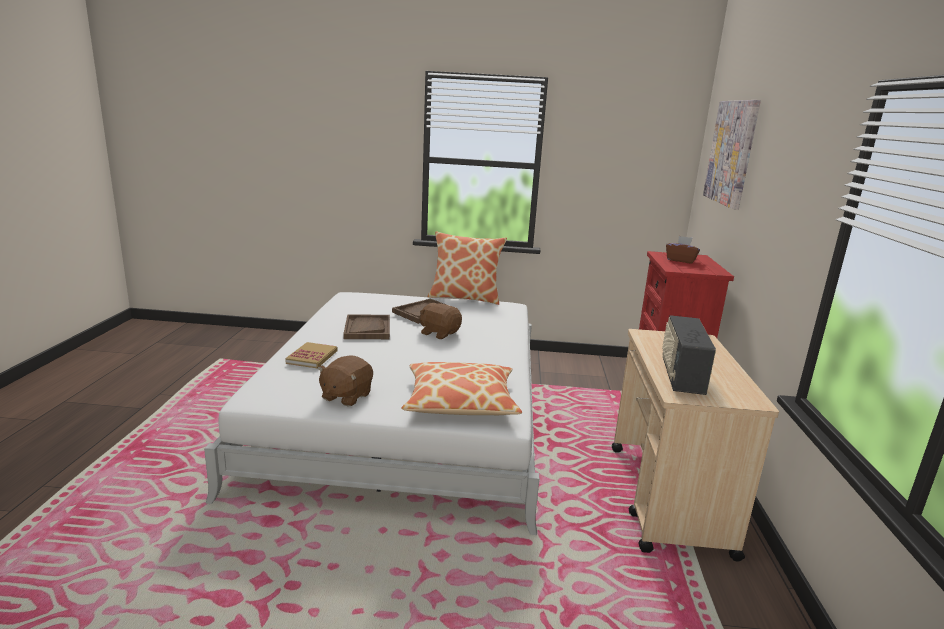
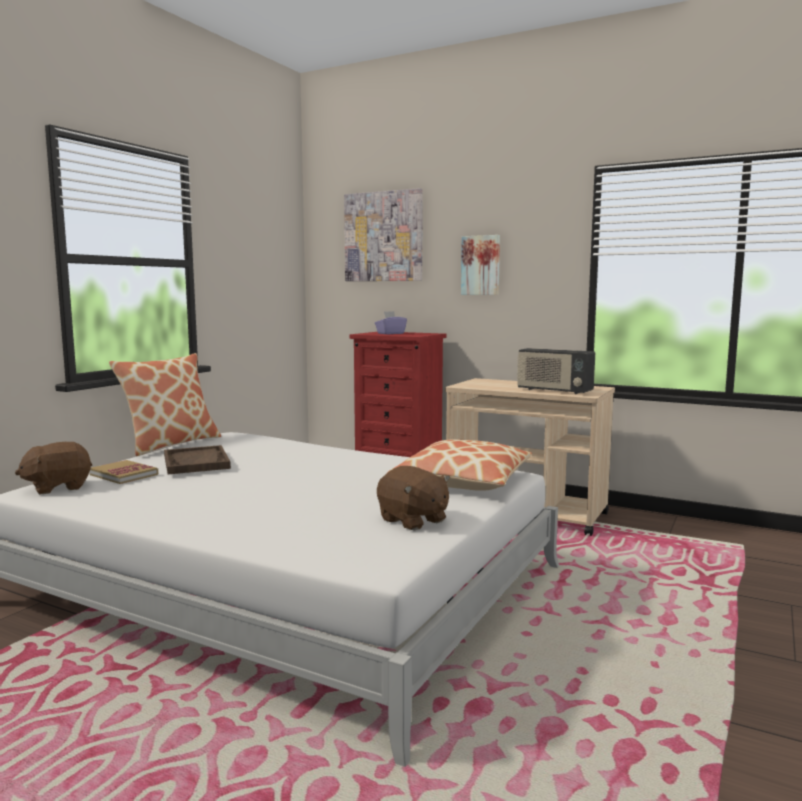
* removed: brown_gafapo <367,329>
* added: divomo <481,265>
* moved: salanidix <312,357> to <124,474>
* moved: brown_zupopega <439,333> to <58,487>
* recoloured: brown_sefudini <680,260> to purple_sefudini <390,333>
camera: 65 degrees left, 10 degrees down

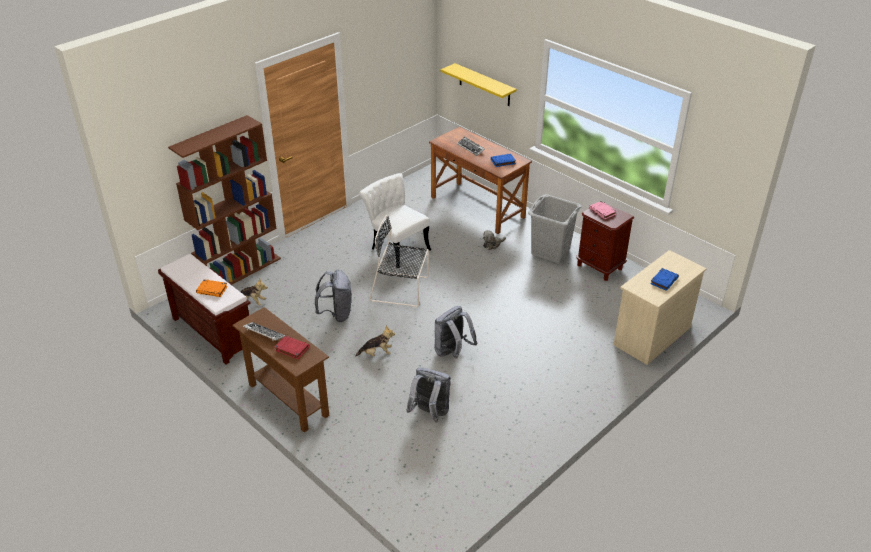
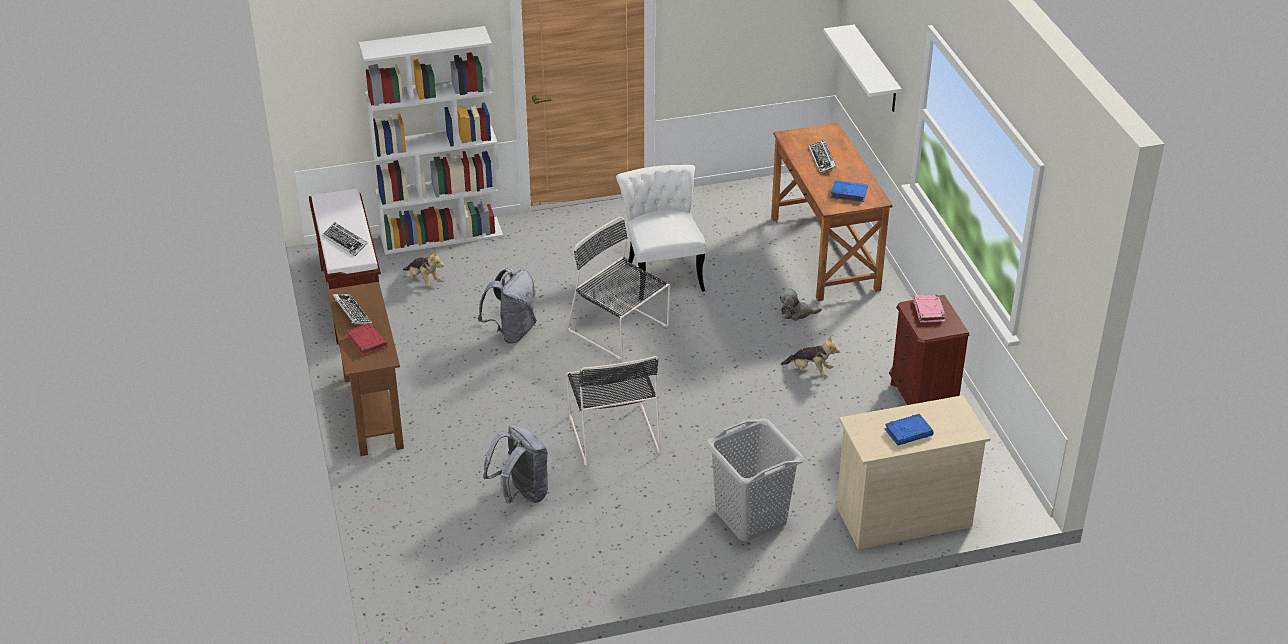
* moved: zupopega <376,353> to <810,370>
* moved: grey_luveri <550,251> to <751,517>
* replaced: orange_salanidix <212,290> to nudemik <345,242>
* replaced: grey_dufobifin <452,352> to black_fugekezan <613,433>
* recoloured: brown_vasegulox <240,271> to white_vasegulox <442,235>
* recoloured: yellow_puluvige <484,85> to white_puluvige <876,70>
camera: 30 degrees right, 0 degrees up

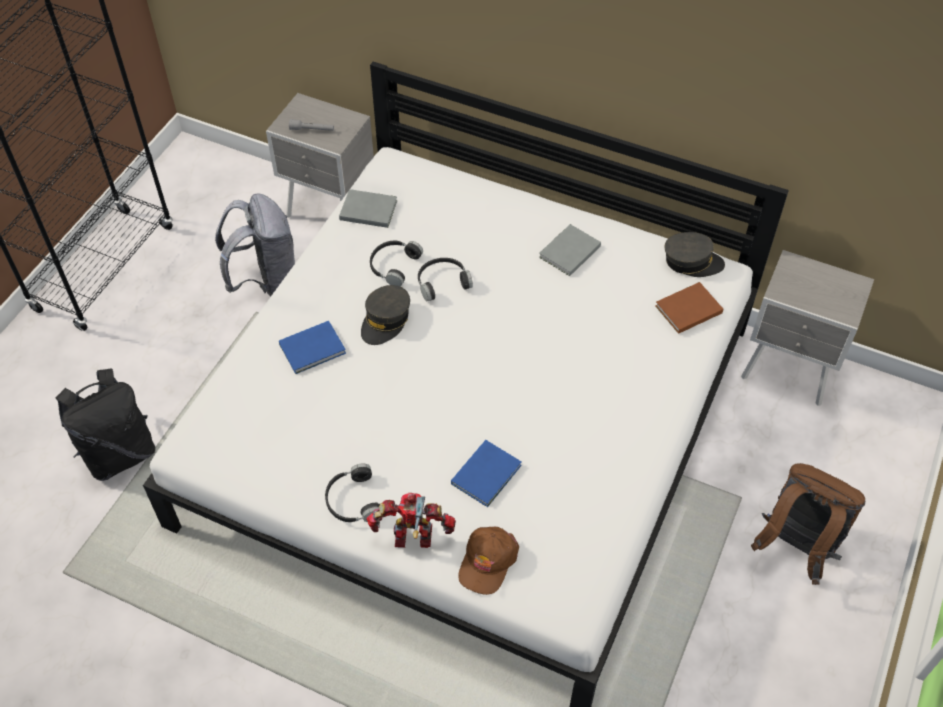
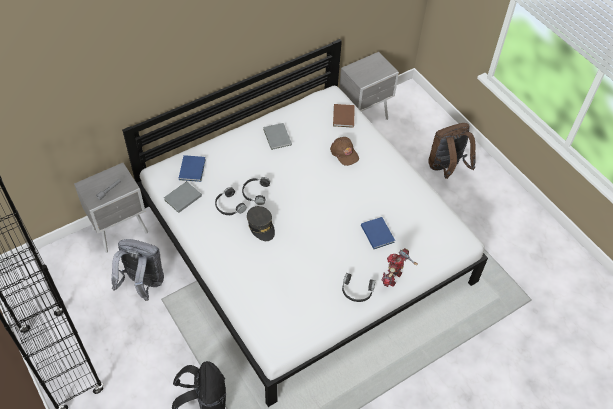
* removed: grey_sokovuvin <692,262>
* moved: blue_salanidix <314,349> to <193,168>
* moved: brown_sokovuvin <487,562> to <344,153>
camera: 60 degrees left, 0 degrees up

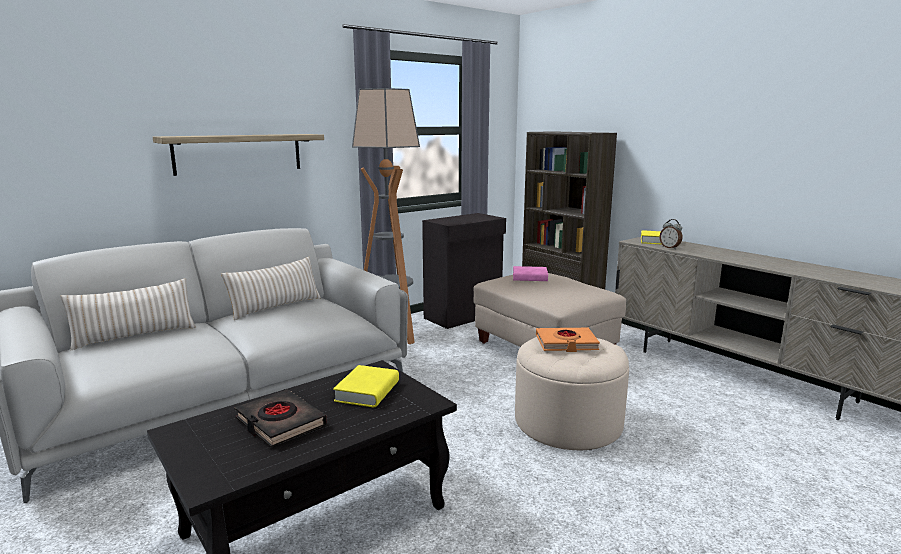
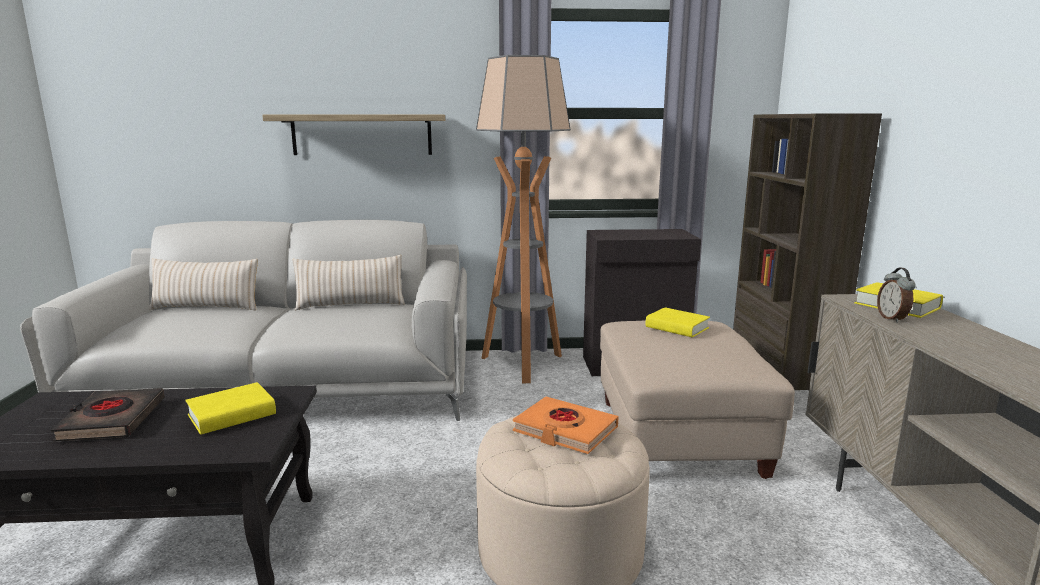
* recoloured: pink_salanidix <530,277> to yellow_salanidix <677,327>
camera: 35 degrees right, 0 degrees up

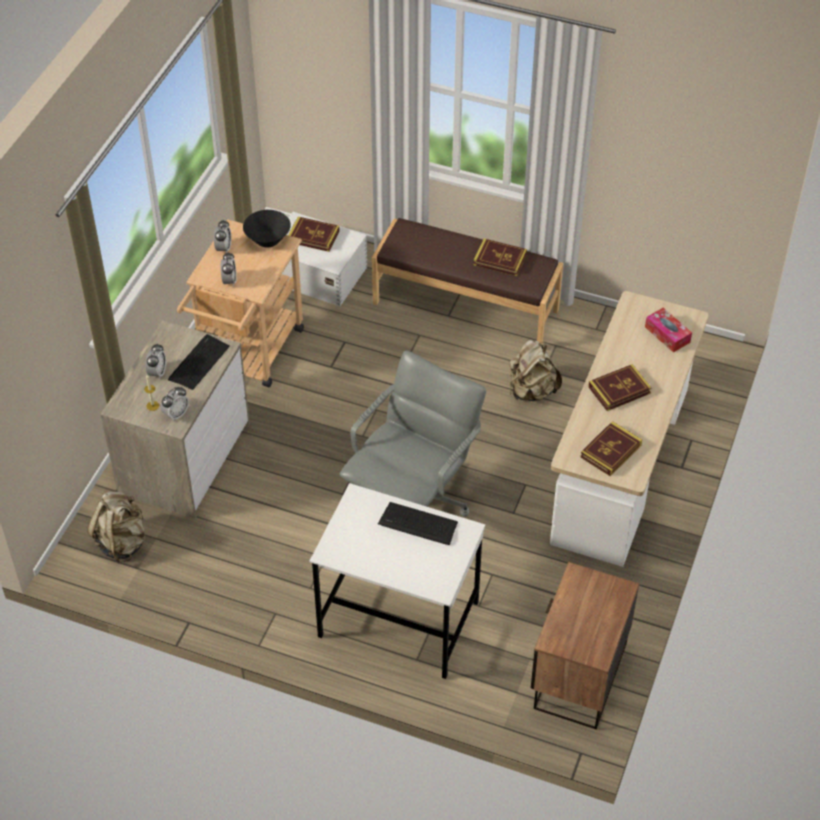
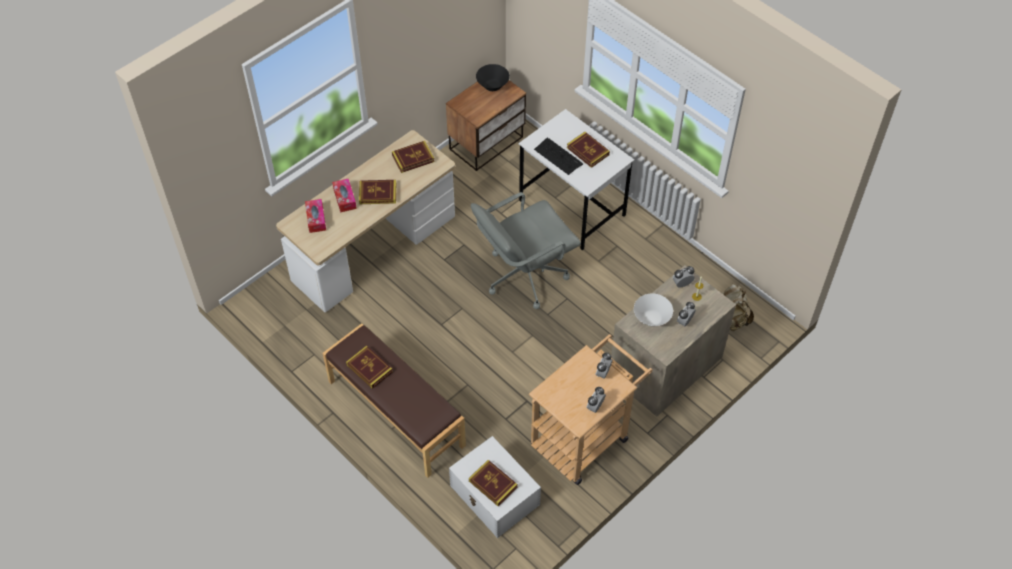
* removed: beige_dufobifin <531,391>
* added: sefudini <345,198>
* added: salanidix <588,151>
* moved: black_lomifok <268,240> to <492,86>
* replaced: nudemik <199,362> to white_lomifok <651,318>
camera: 155 degrees left, 5 degrees up

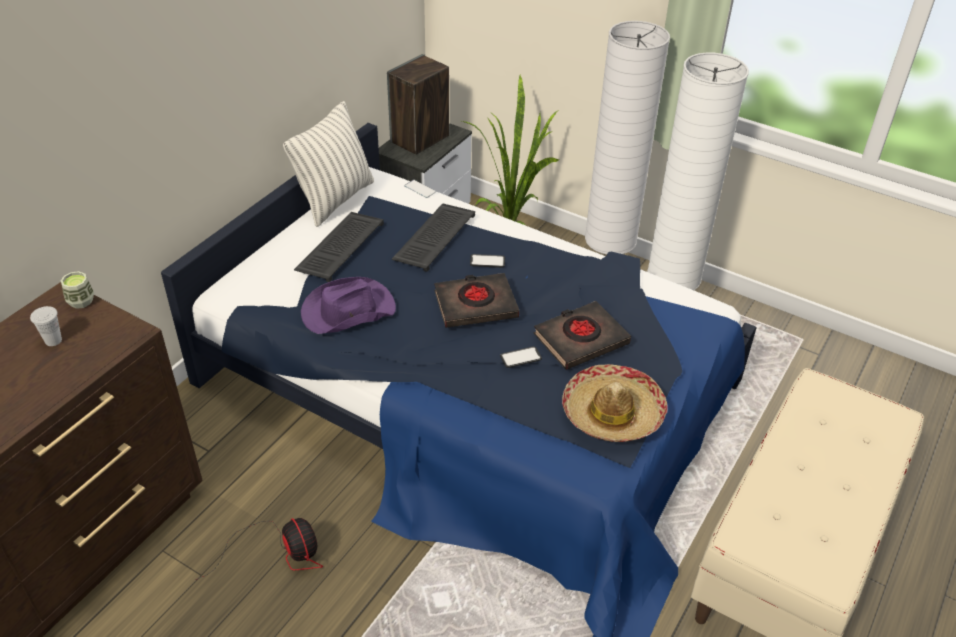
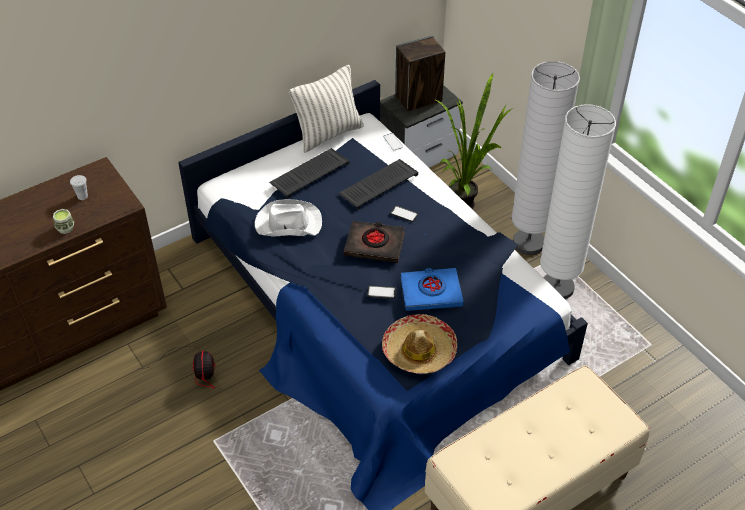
* moved: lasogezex <81,301> to <65,228>
* recoloured: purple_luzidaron <347,311> to white_luzidaron <287,223>
* recoloured: black_salanidix <580,339> to blue_salanidix <431,292>
camera: 25 degrees right, 5 degrees up

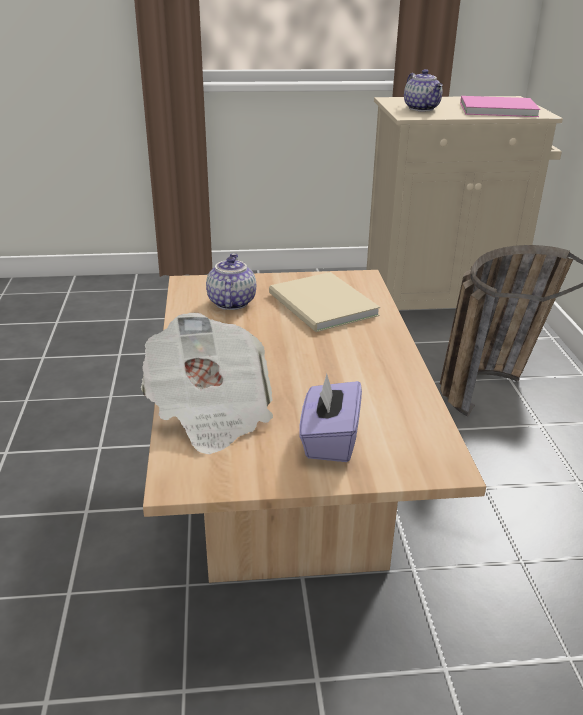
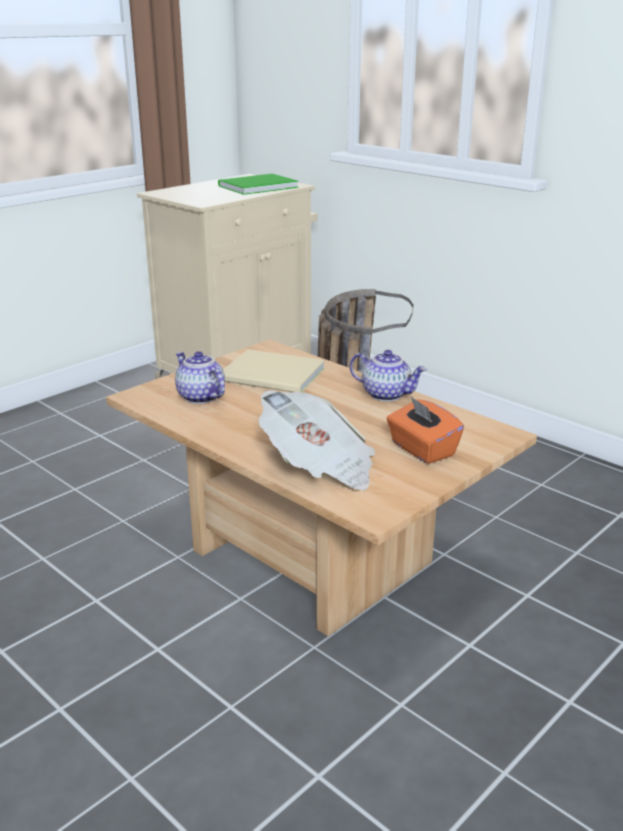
* moved: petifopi <422,108> to <387,394>
* recoloured: purple_sefudini <329,440> to orange_sefudini <422,449>
* recoloured: pink_salanidix <495,109> to green_salanidix <255,186>
camera: 40 degrees left, 5 degrees down

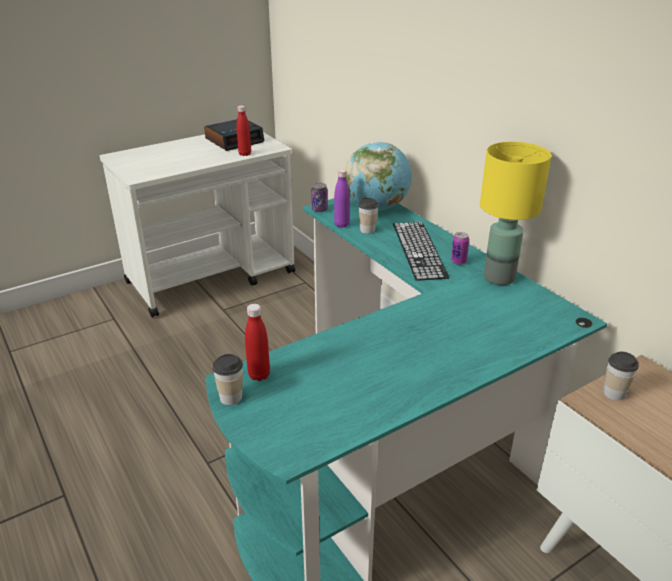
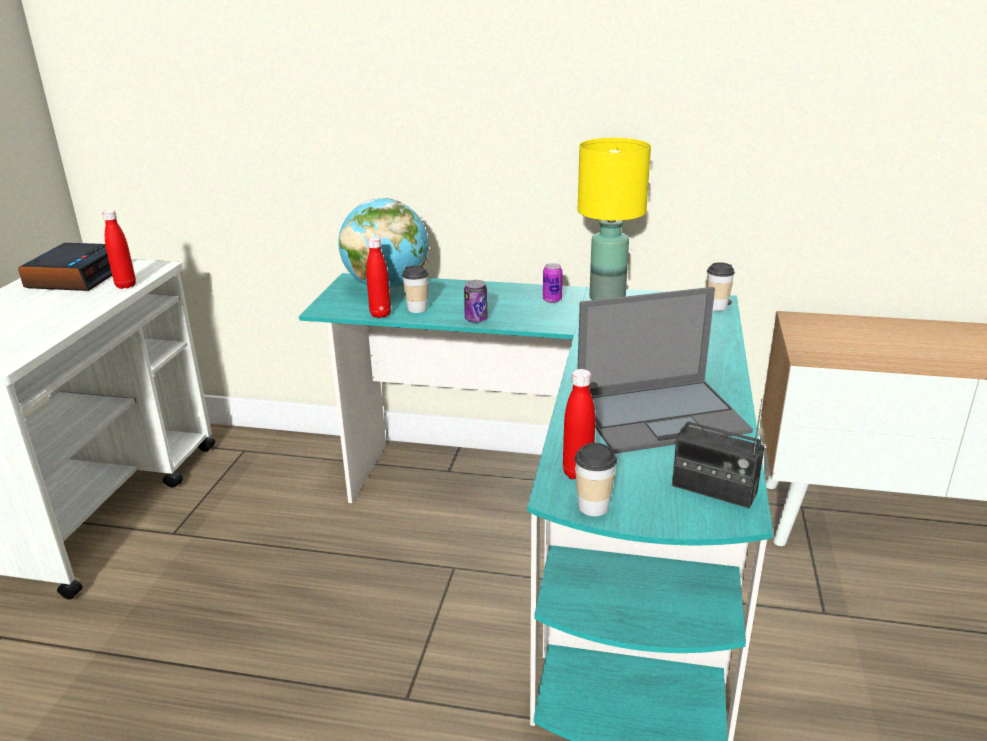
* removed: nudemik <419,249>
* added: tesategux <662,415>
* added: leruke <713,489>
* moved: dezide <319,210> to <476,319>
* moved: lasogezex <614,393> to <716,306>
* recoloured: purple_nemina <341,225> to red_nemina <380,314>
camera: 45 degrees left, 5 degrees down

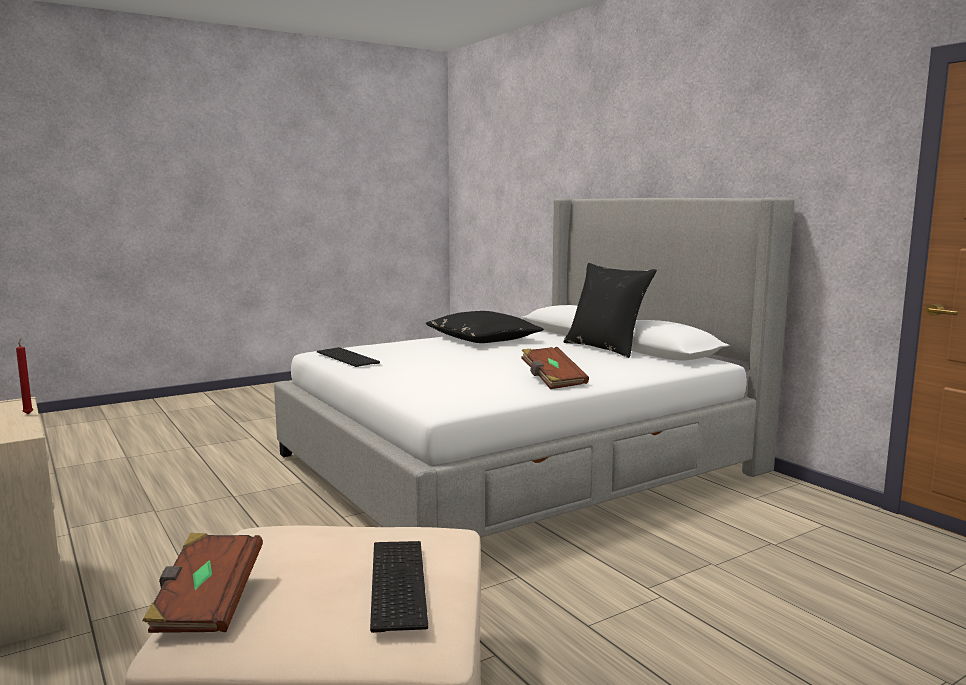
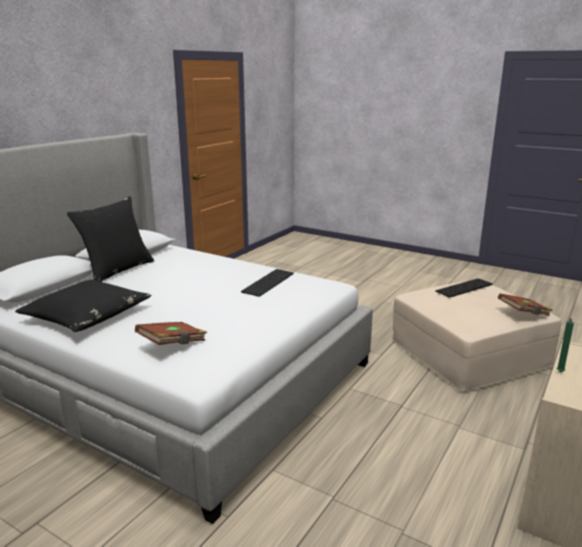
* moved: nudemik <349,357> to <267,282>
* moved: brown_salanidix <552,381> to <173,344>
* recoloured: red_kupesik <28,414> to green_kupesik <559,372>
camera: 115 degrees left, 10 degrees up

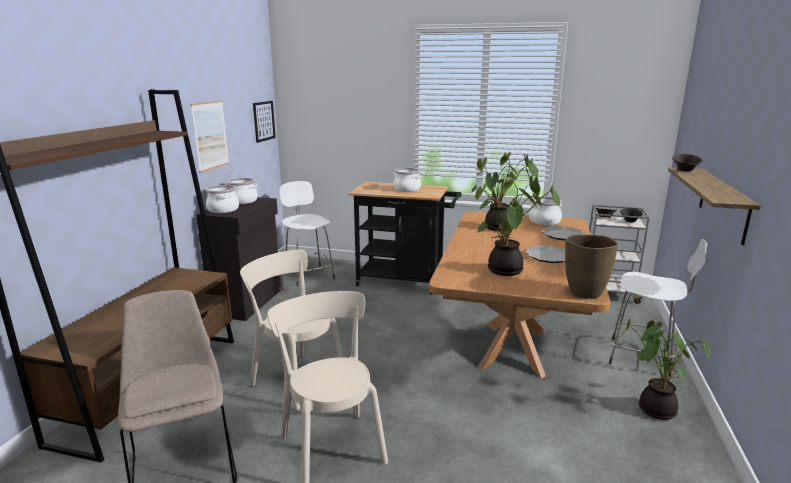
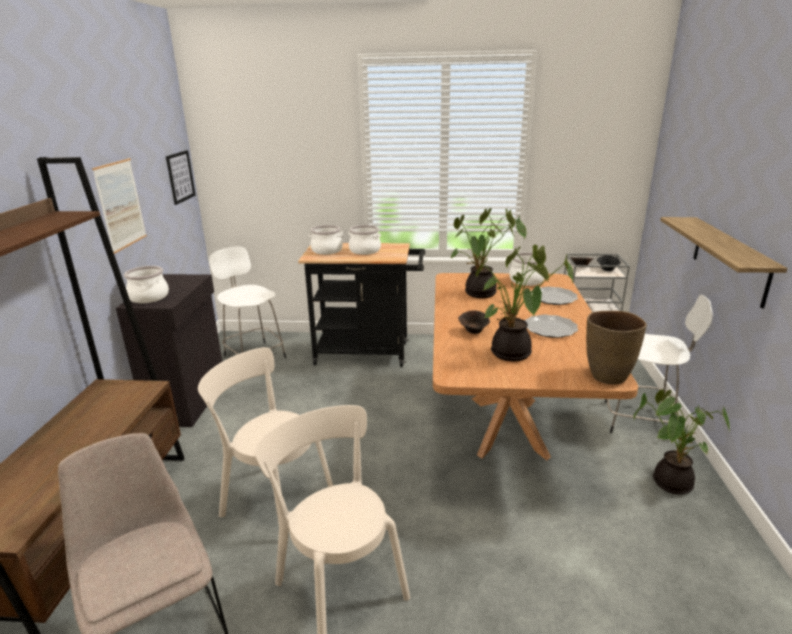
* moved: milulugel <242,201> to <327,251>
* moved: brown_lomifok <685,170> to <474,331>
camera: 10 degrees left, 5 degrees up

